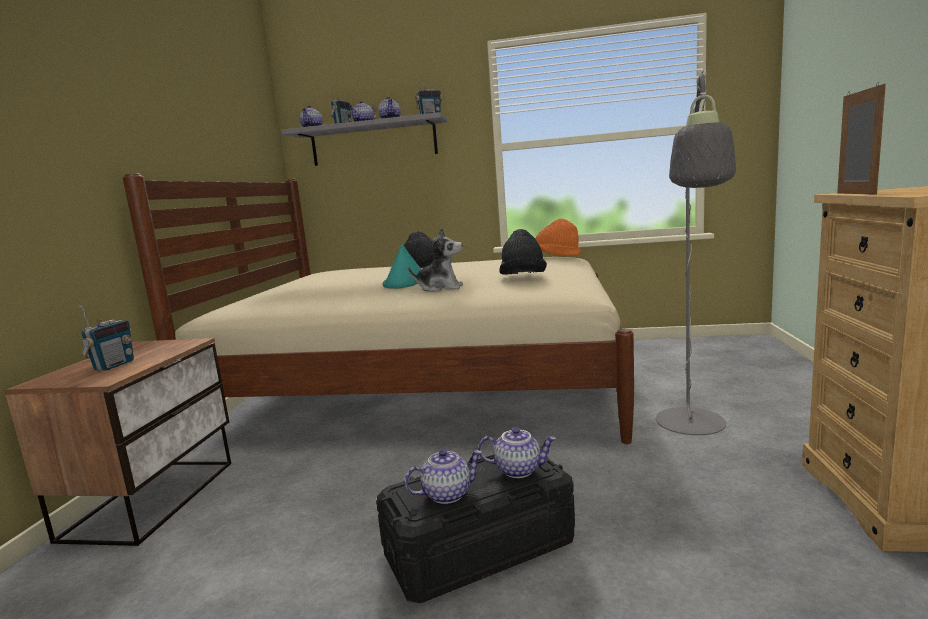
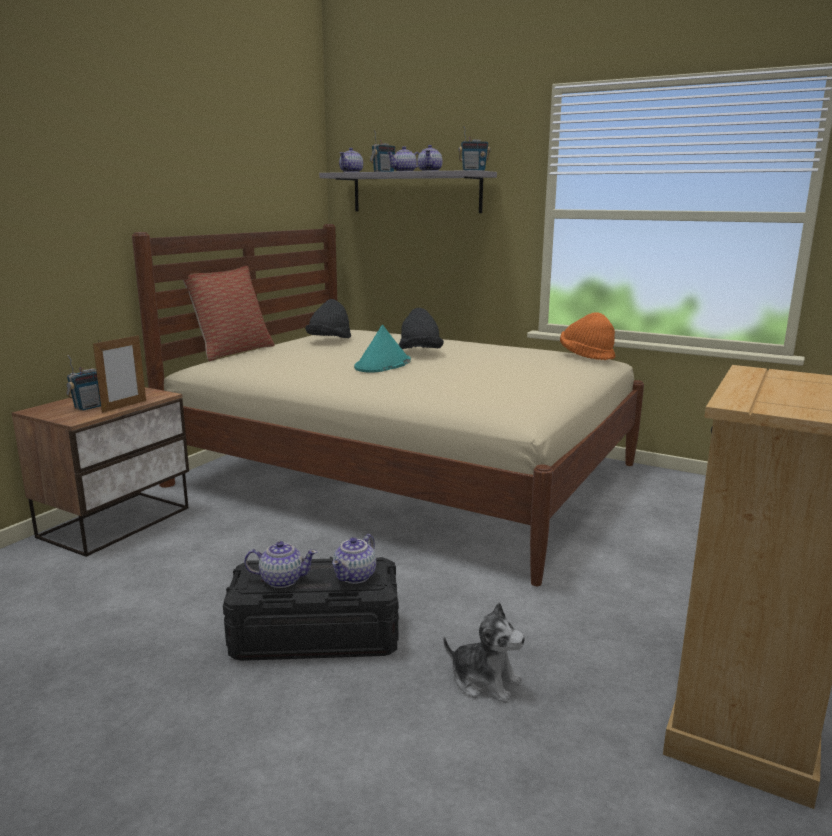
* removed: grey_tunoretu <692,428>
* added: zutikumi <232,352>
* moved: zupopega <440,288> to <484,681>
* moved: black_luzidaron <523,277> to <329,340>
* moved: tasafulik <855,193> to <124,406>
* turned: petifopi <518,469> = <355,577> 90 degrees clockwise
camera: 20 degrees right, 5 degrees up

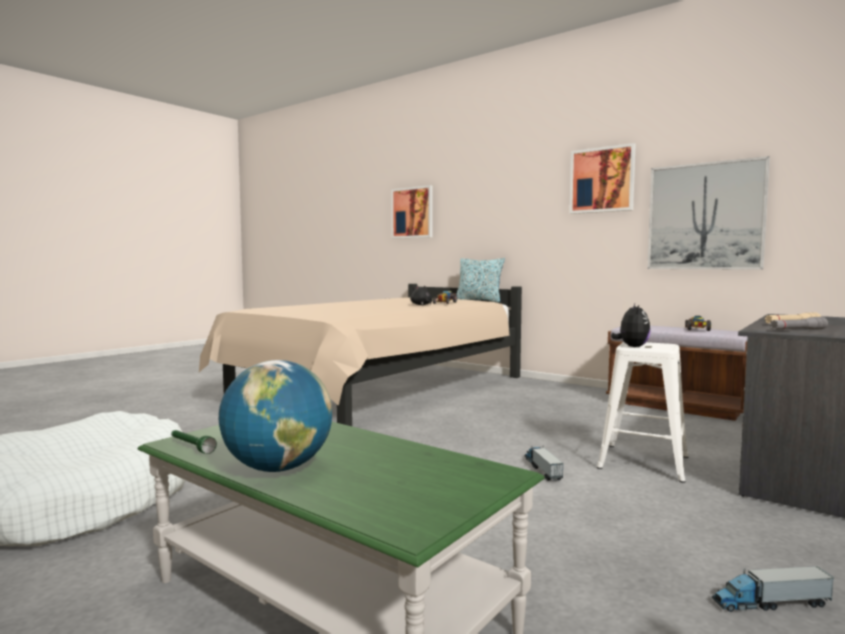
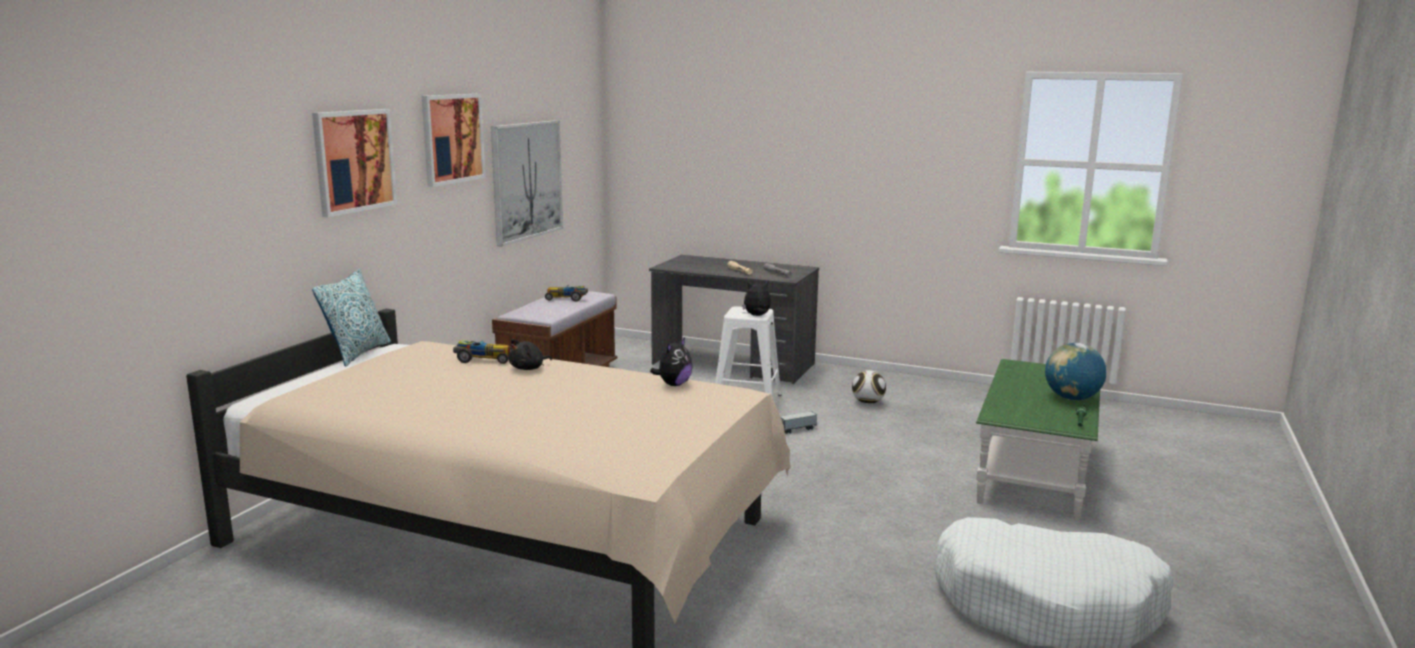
* removed: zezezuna <770,603>
* added: zupopega <673,384>
* added: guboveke <868,403>
* moved: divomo <412,212> to <354,161>
camera: 105 degrees left, 10 degrees up

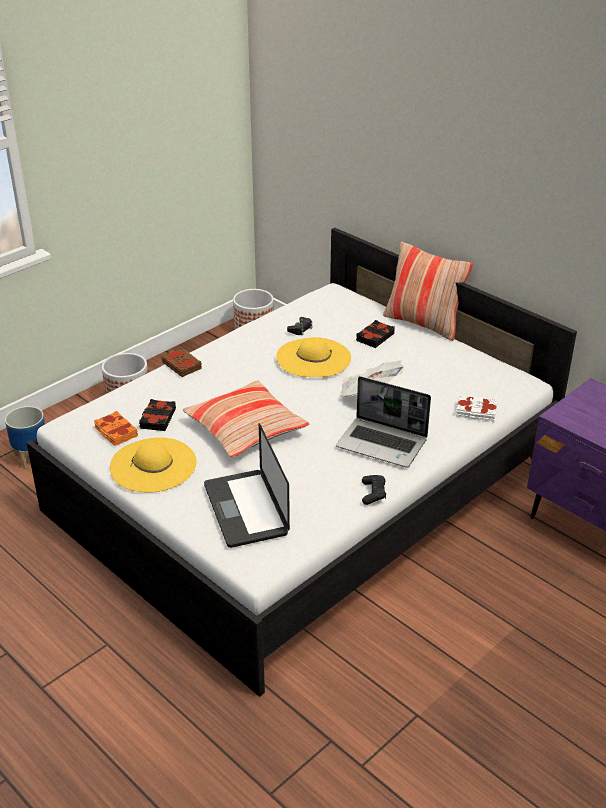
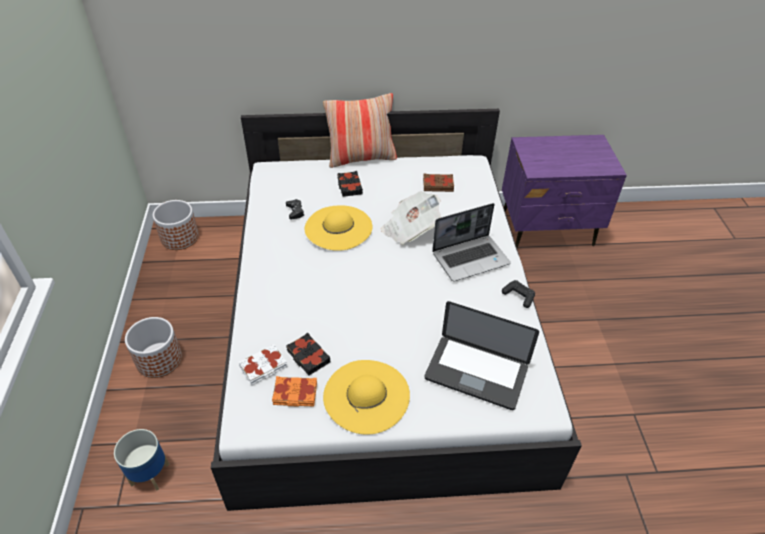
* removed: zutikumi <245,429>
* moved: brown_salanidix <182,365> to <438,185>
* moved: white_salanidix <476,412> to <264,367>
camera: 50 degrees left, 10 degrees up

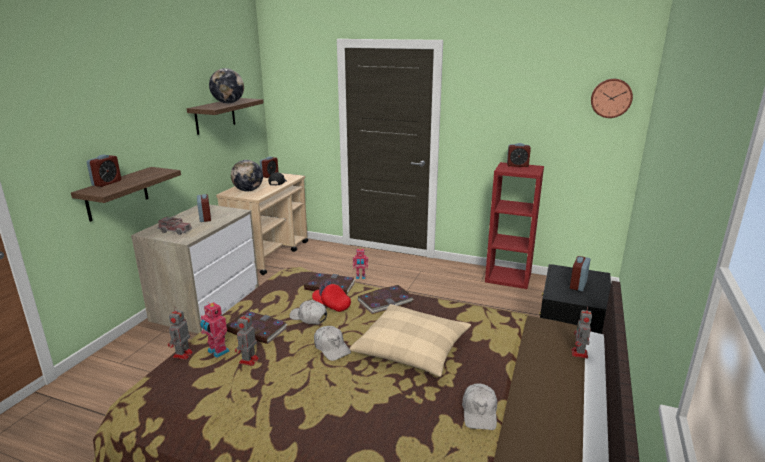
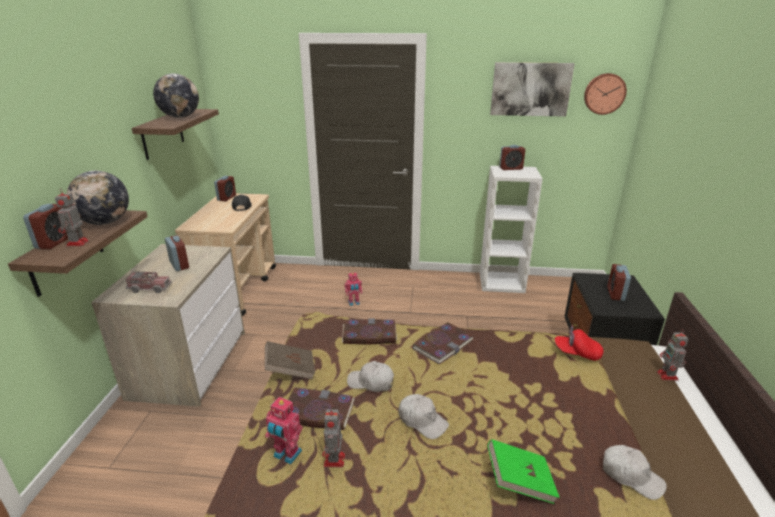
* removed: beige_zutikumi <412,349>
* added: brown_salanidix <290,370>
* added: green_salanidix <519,482>
* added: divomo <530,89>
* moved: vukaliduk <182,355> to <77,243>
* moved: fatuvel <248,190> to <105,222>
* moved: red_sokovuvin <331,305> to <577,353>
* recoloured: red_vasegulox <508,278> to white_vasegulox <502,283>
* turned: white_sokovuvin <479,412> = <631,476> 45 degrees counterclockwise
camera: 15 degrees left, 5 degrees up

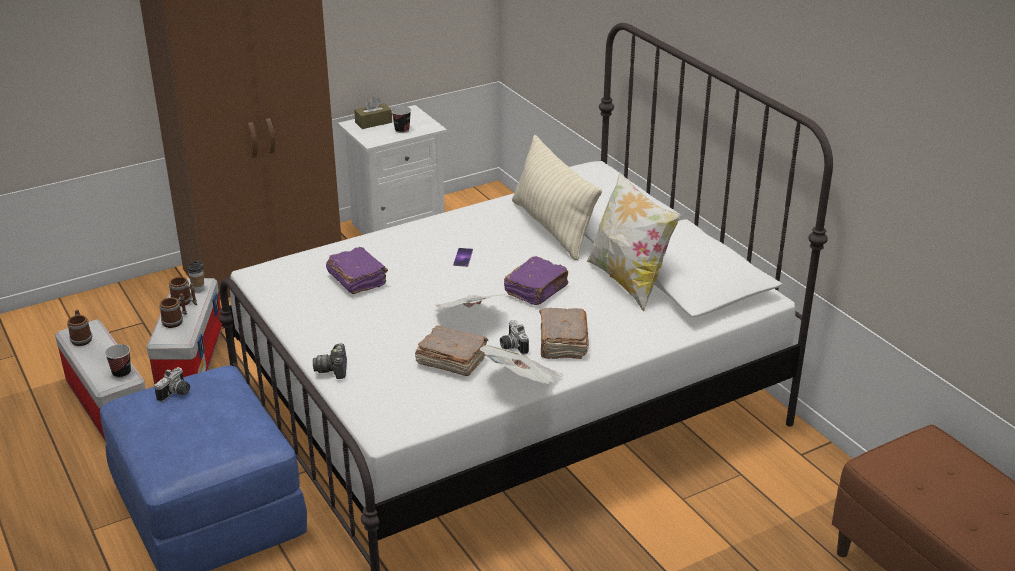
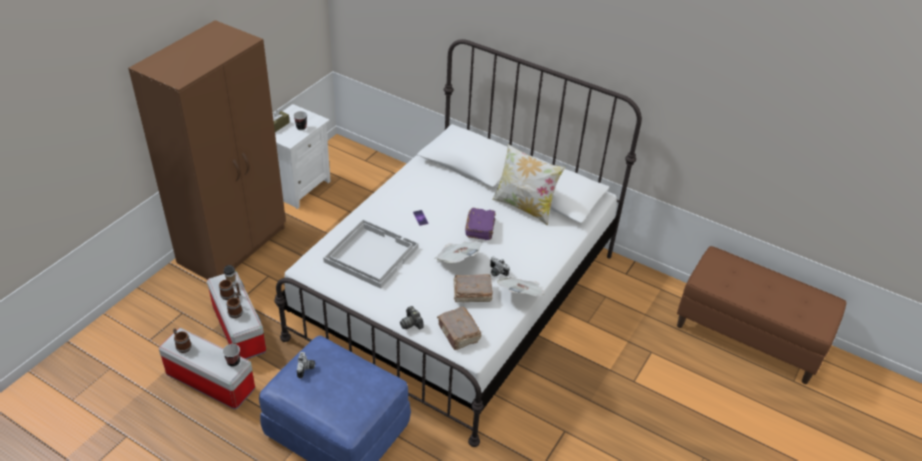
* removed: beige_zutikumi <552,227>
* moved: brown_salanidix <562,343> to <458,334>
* replaced: purple_salanidix <357,280> to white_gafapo <371,254>
camera: 30 degrees left, 10 degrees up

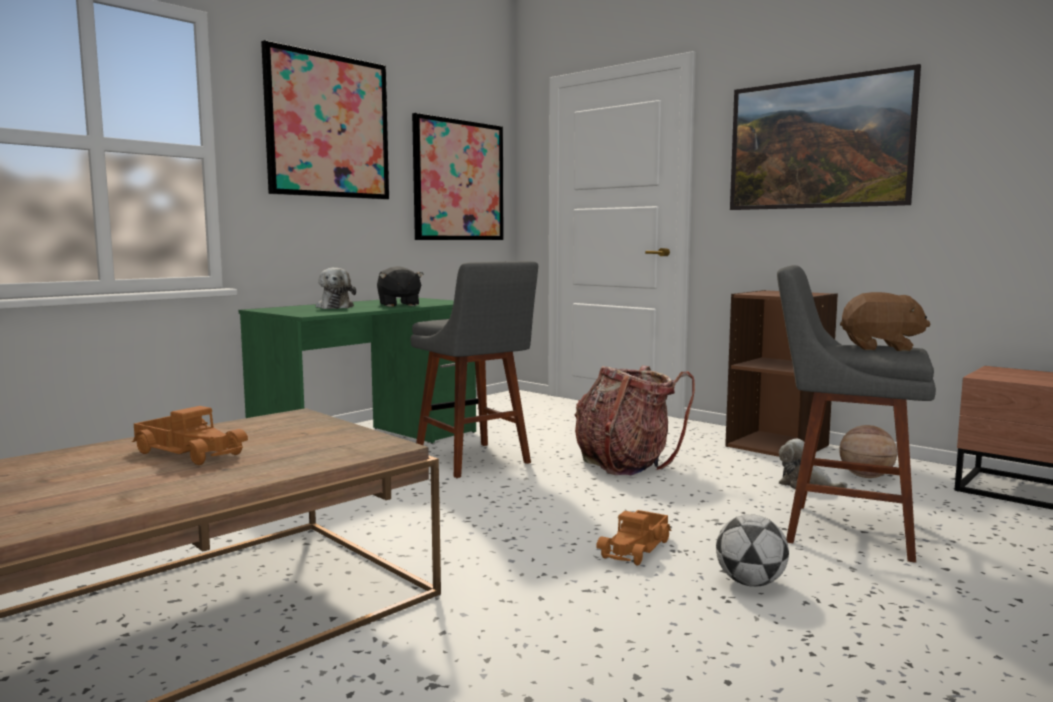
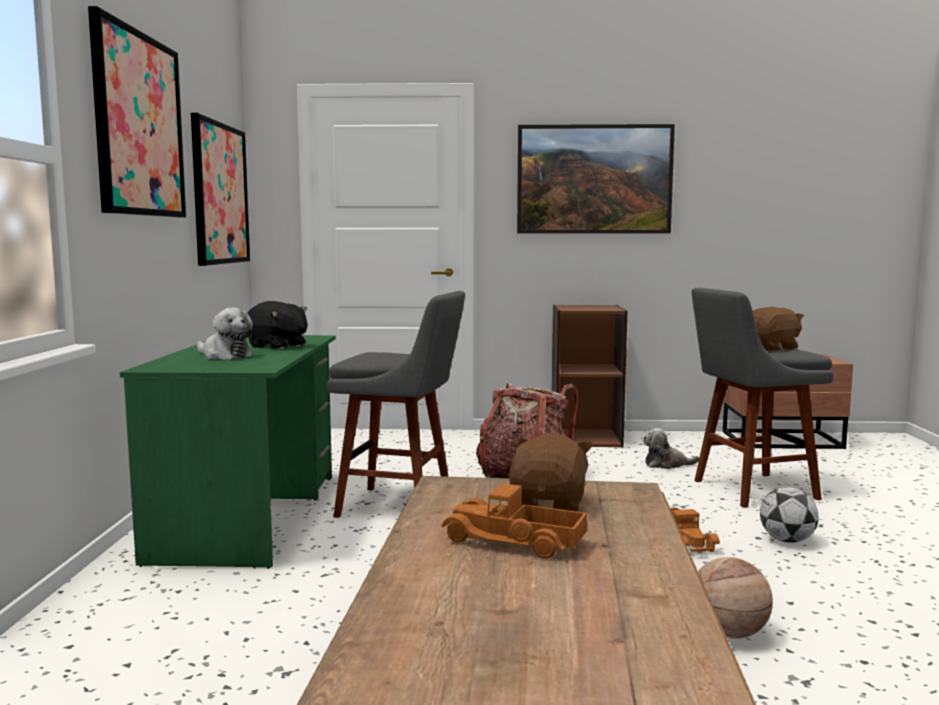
* added: brown_zupopega <549,505>
* moved: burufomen <866,477> to <729,634>
* turned: zezezuna <190,452> = <513,542> 150 degrees counterclockwise
camera: 40 degrees left, 0 degrees up

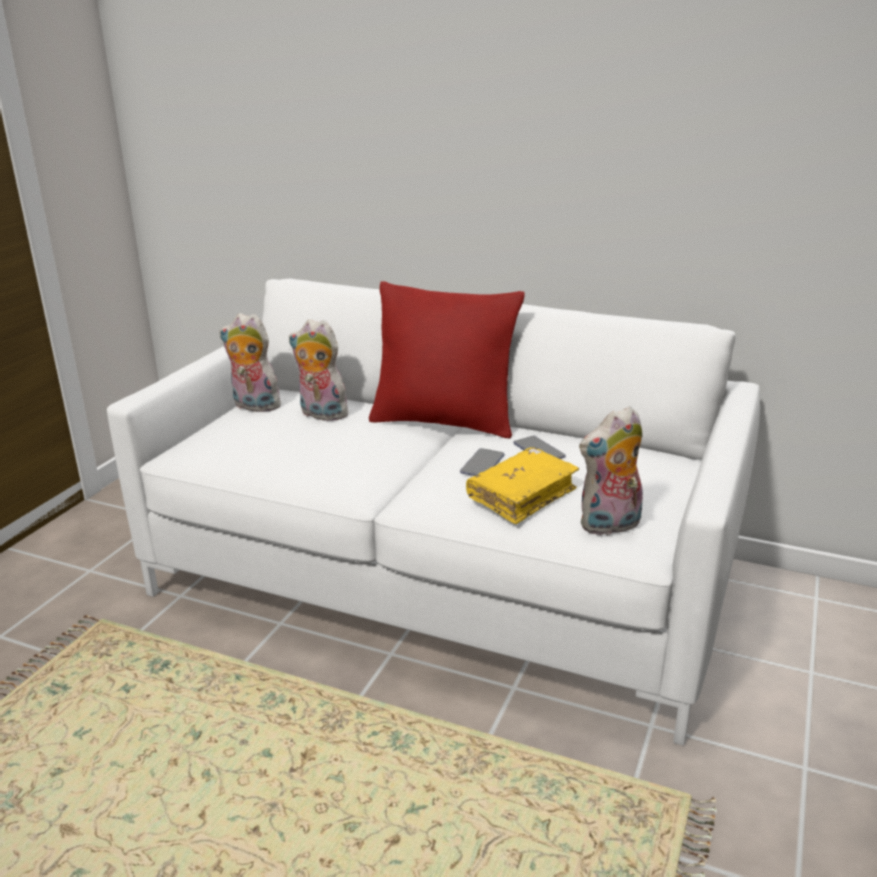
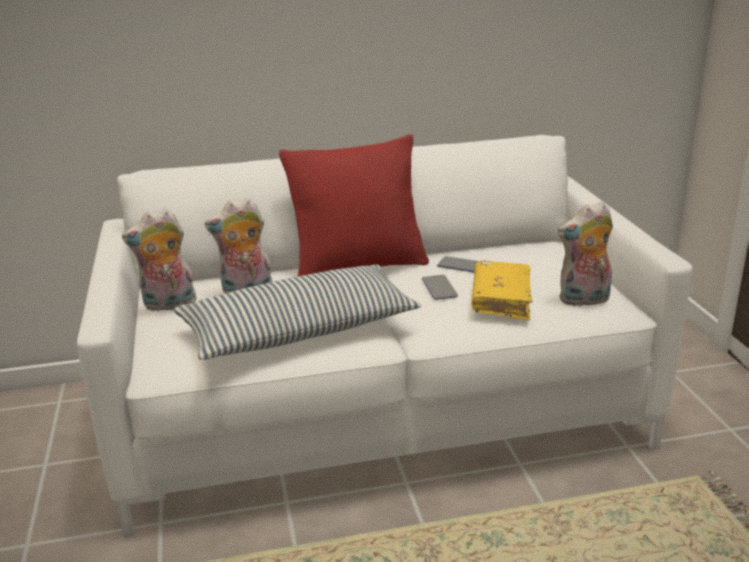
* added: zutikumi <299,330>
* turned: zupopega <610,526> = <584,300> 45 degrees clockwise
camera: 35 degrees left, 0 degrees up

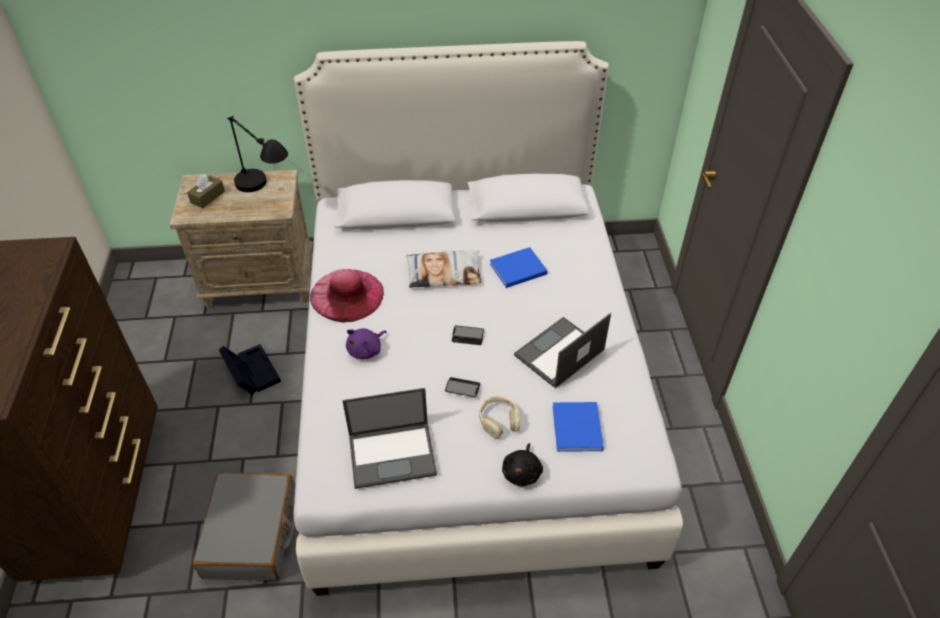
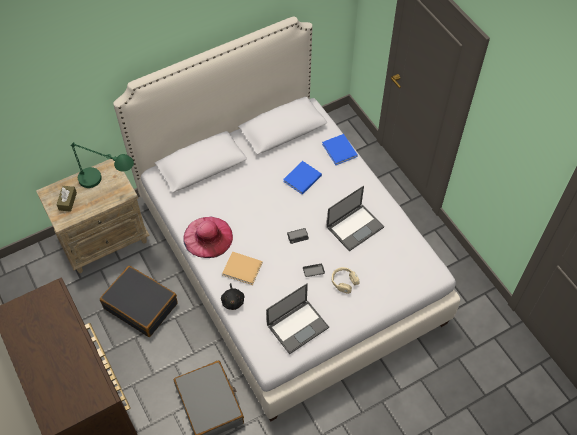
* removed: zutikumi <444,273>
* moved: black_zupopega <522,472> to <233,301>
* moved: blue_salanidix <577,429> to <340,151>
* replaced: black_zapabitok <251,371> to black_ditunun <141,305>
* replaced: purple_zupopega <366,350> to beige_salanidix <243,269>
* recoloured: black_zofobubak <265,195> to green_zofobubak <108,185>
* turned: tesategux <559,353> = <355,226> 150 degrees counterclockwise
camera: 25 degrees left, 10 degrees up

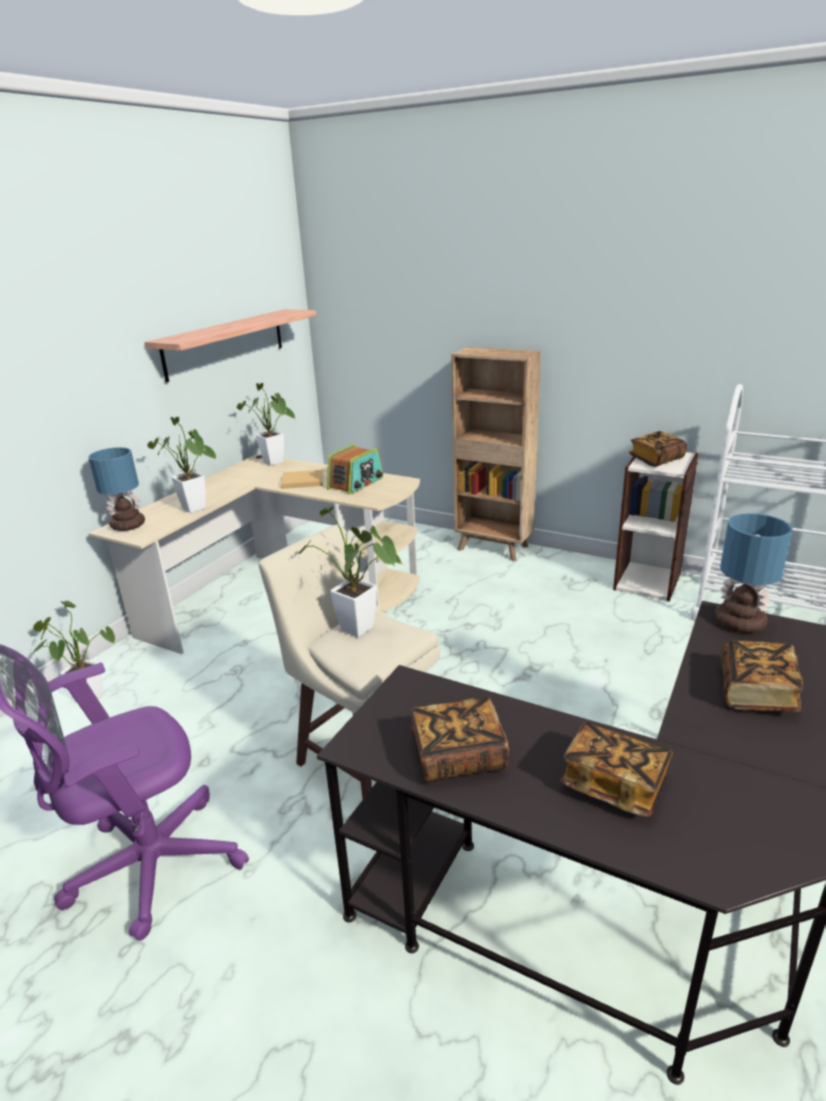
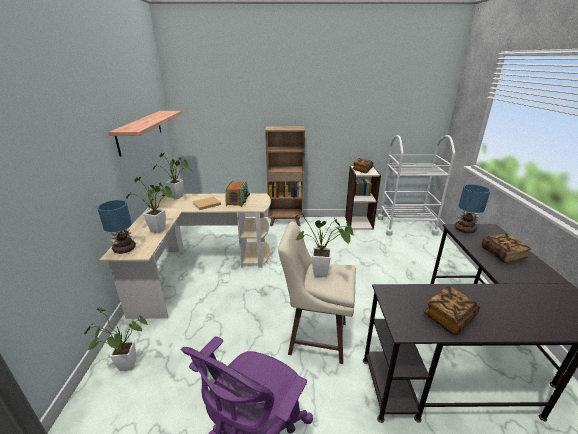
* removed: salanidix <614,784>
camera: 30 degrees left, 0 degrees up

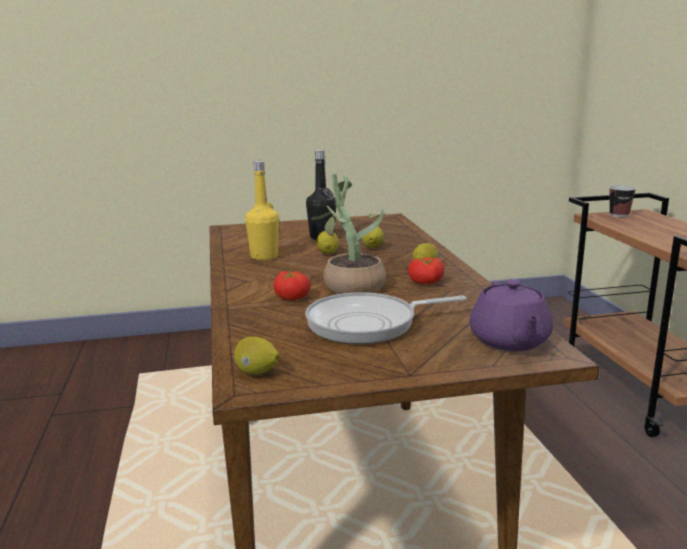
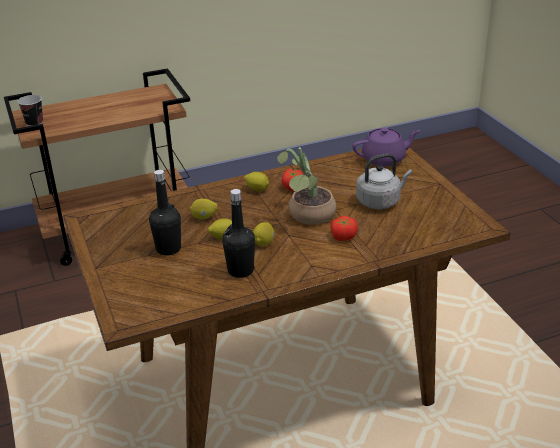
* moved: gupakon <256,372> to <264,242>
* replaced: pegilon <368,324> to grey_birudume <380,201>
* recoloured: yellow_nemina <264,257> to black_nemina <240,270>
camera: 100 degrees left, 15 degrees up

